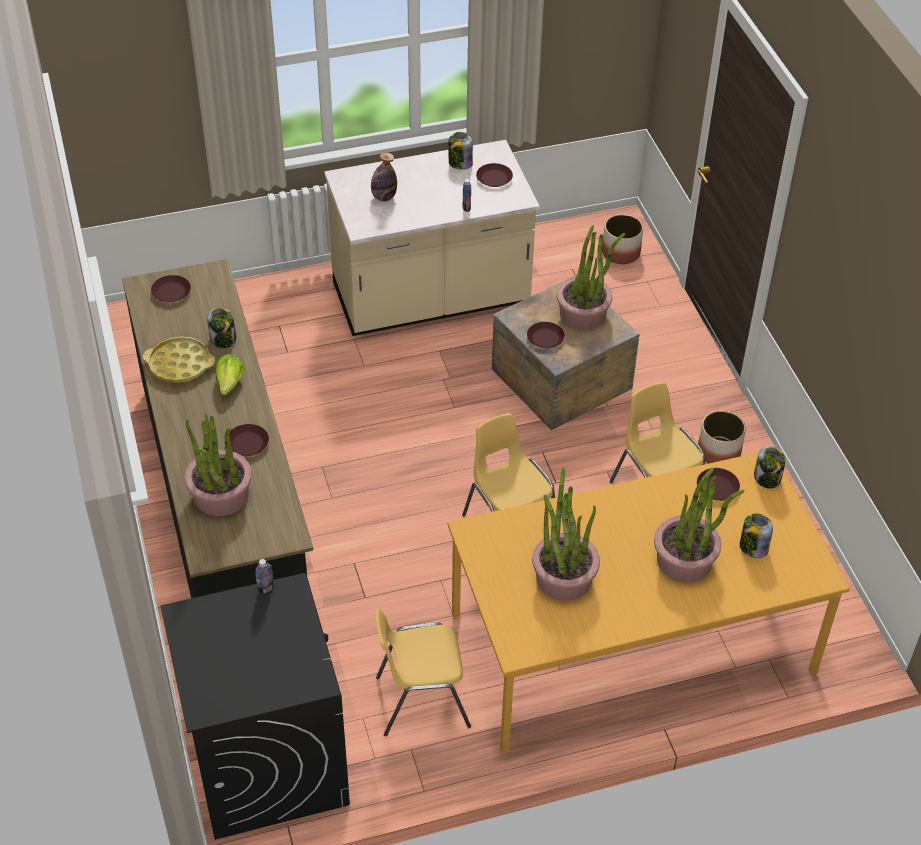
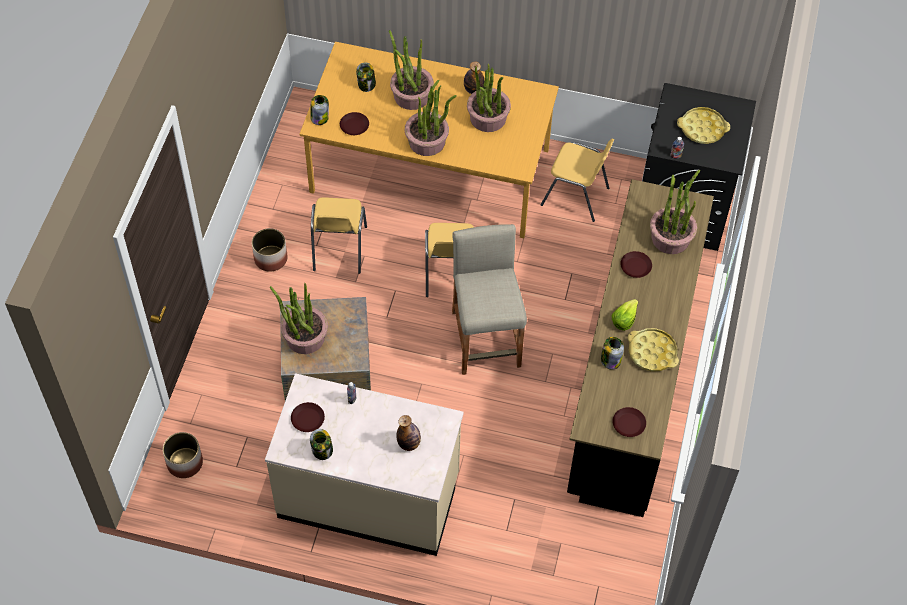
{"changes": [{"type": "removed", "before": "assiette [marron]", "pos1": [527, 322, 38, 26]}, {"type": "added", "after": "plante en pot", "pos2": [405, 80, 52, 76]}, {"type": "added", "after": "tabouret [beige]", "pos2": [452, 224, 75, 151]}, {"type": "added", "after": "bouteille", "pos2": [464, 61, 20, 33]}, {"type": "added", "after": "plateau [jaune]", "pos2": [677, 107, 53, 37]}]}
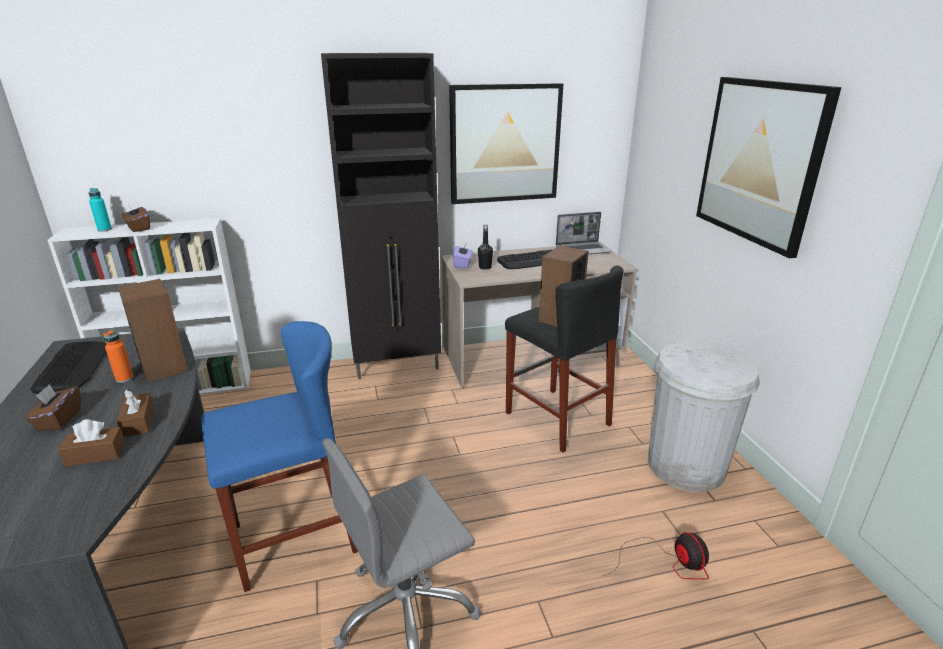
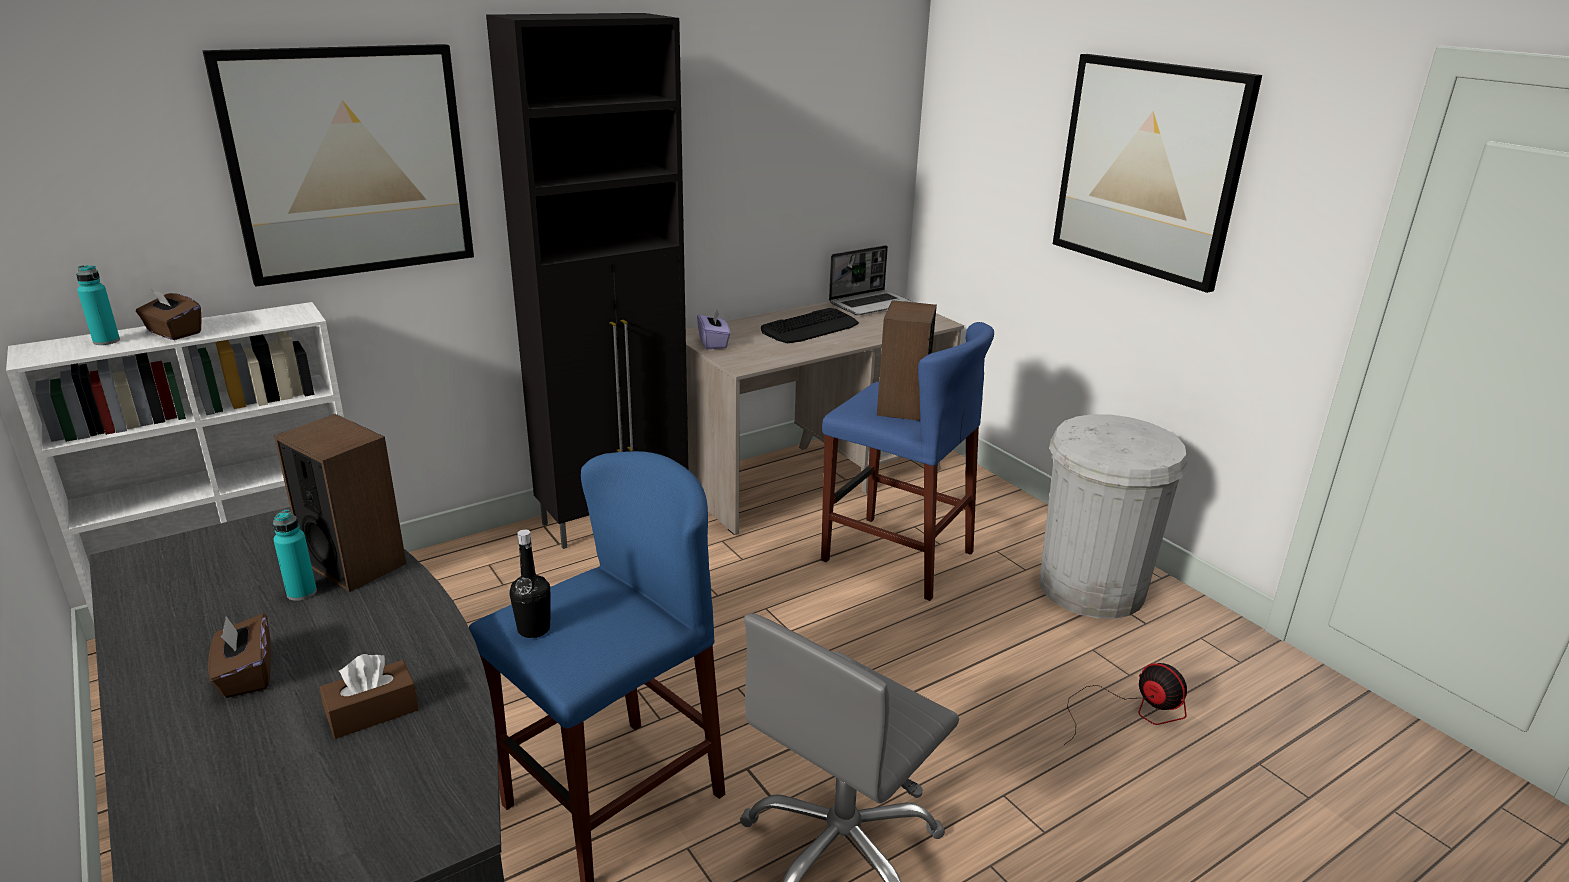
{"changes": [{"type": "removed", "before": "clavier", "pos1": [30, 341, 77, 53]}, {"type": "removed", "before": "boîte à mouchoirs [marron]", "pos1": [117, 390, 37, 47]}, {"type": "moved", "before": "tableau", "pos1": [449, 83, 115, 121], "pos2": [202, 44, 272, 243]}, {"type": "moved", "before": "bouteille [noir]", "pos1": [478, 224, 15, 46], "pos2": [509, 530, 42, 108]}, {"type": "recoloured", "before": "bouteille [orange]", "after": "bouteille [turquoise]", "pos1": [103, 330, 31, 53], "pos2": [273, 510, 44, 91]}, {"type": "recoloured", "before": "tabouret [noir]", "after": "tabouret [bleu]", "pos1": [505, 265, 118, 188], "pos2": [821, 322, 173, 279]}]}
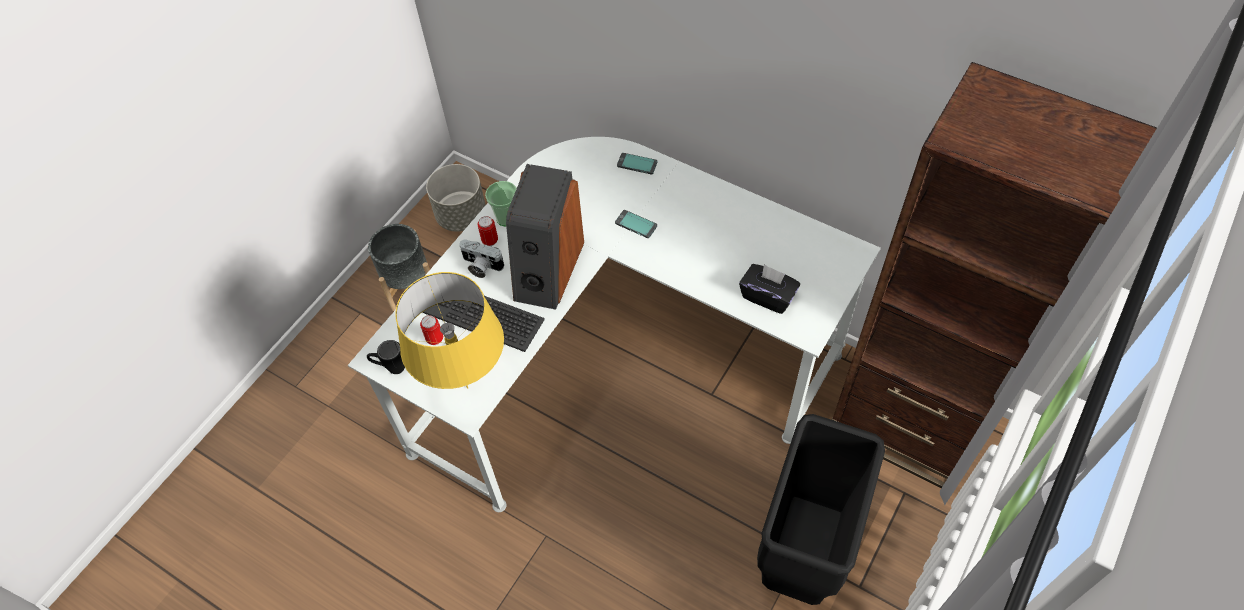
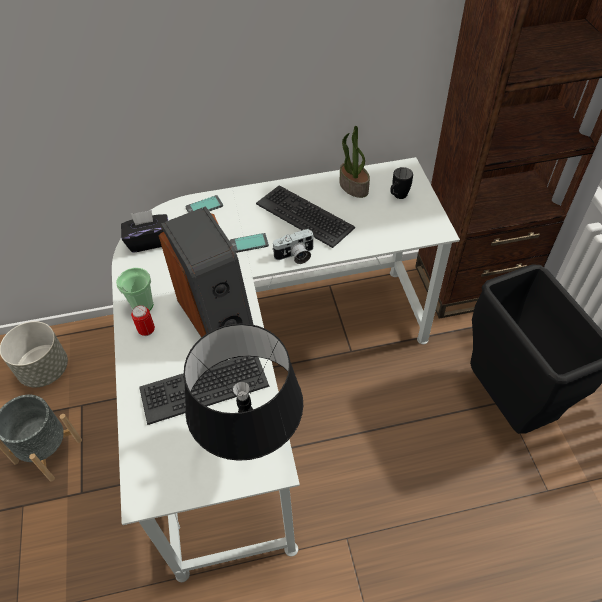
{"changes": [{"type": "removed", "before": "boîte métallique", "pos1": [420, 315, 23, 30]}, {"type": "added", "after": "clavier", "pos2": [256, 185, 99, 63]}, {"type": "added", "after": "plante en pot", "pos2": [340, 126, 30, 72]}, {"type": "moved", "before": "mug [noir]", "pos1": [367, 340, 38, 34], "pos2": [390, 167, 23, 32]}, {"type": "moved", "before": "appareil photo", "pos1": [460, 240, 44, 38], "pos2": [272, 229, 41, 35]}, {"type": "moved", "before": "boîte à mouchoirs [noir]", "pos1": [739, 264, 61, 50], "pos2": [121, 210, 47, 43]}, {"type": "recoloured", "before": "lampe de table [jaune]", "after": "lampe de table [noir]", "pos1": [395, 272, 109, 117], "pos2": [184, 323, 119, 138]}]}
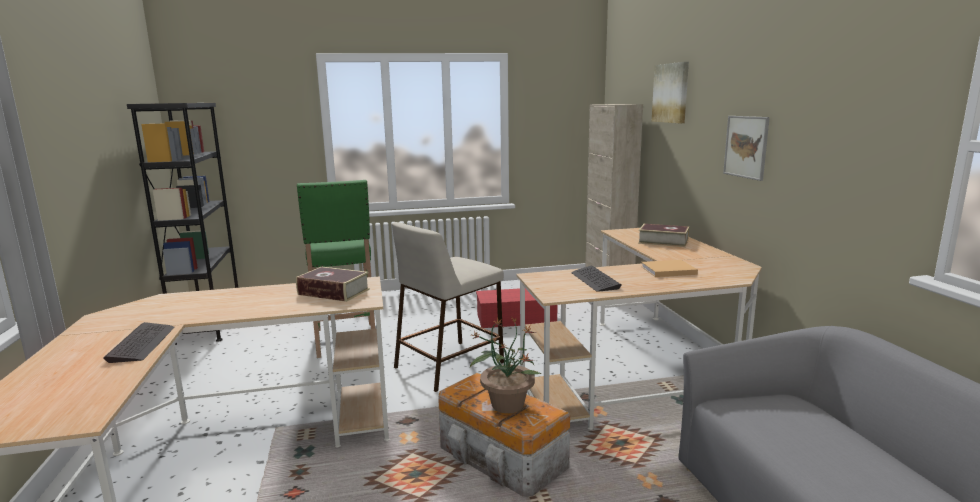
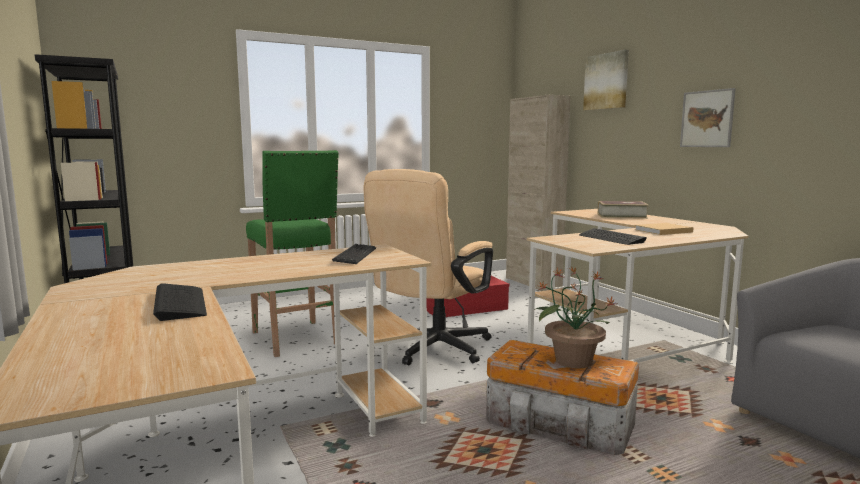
{"changes": [{"type": "replaced", "before": "livre", "after": "clavier", "pos1": [296, 267, 74, 35], "pos2": [332, 244, 44, 20]}, {"type": "replaced", "before": "tabouret [beige]", "after": "chaise de bureau [beige]", "pos1": [392, 222, 112, 170], "pos2": [364, 169, 129, 196]}]}
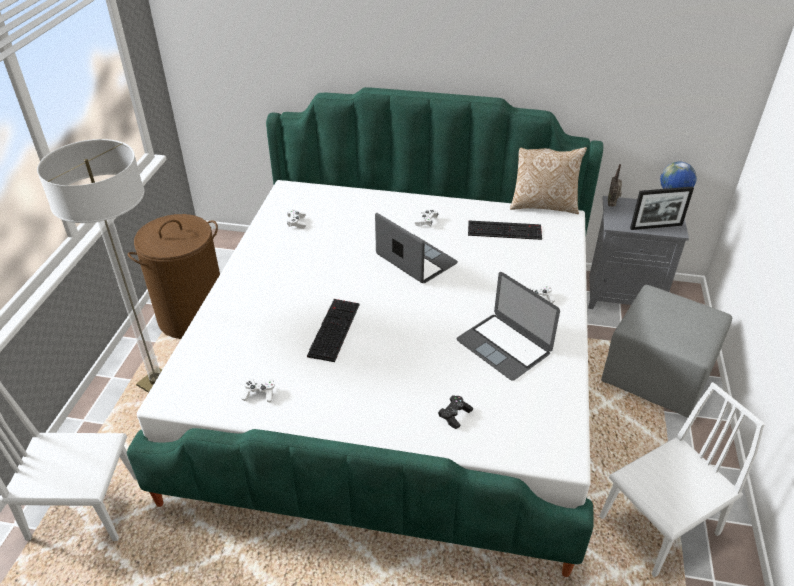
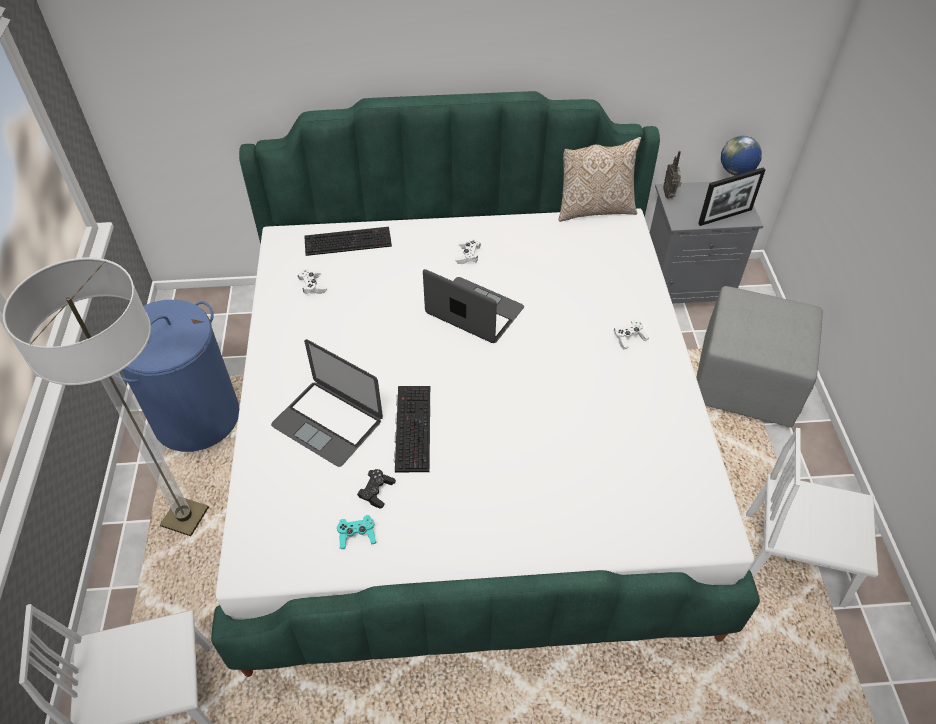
{"changes": [{"type": "moved", "before": "manette [noir]", "pos1": [438, 395, 35, 34], "pos2": [357, 469, 39, 40]}, {"type": "moved", "before": "ordinateur portable", "pos1": [457, 272, 103, 109], "pos2": [271, 339, 112, 128]}, {"type": "moved", "before": "clavier", "pos1": [468, 221, 74, 19], "pos2": [304, 227, 88, 29]}, {"type": "recoloured", "before": "panier à linge [marron]", "after": "panier à linge [bleu]", "pos1": [128, 214, 92, 125], "pos2": [122, 300, 117, 152]}, {"type": "recoloured", "before": "manette [blanc]", "after": "manette [turquoise]", "pos1": [242, 378, 33, 25], "pos2": [337, 515, 39, 34]}, {"type": "turned", "before": "chaise [blanc]", "pos1": [599, 382, 166, 195], "pos2": [746, 428, 132, 179], "turn": -120}]}
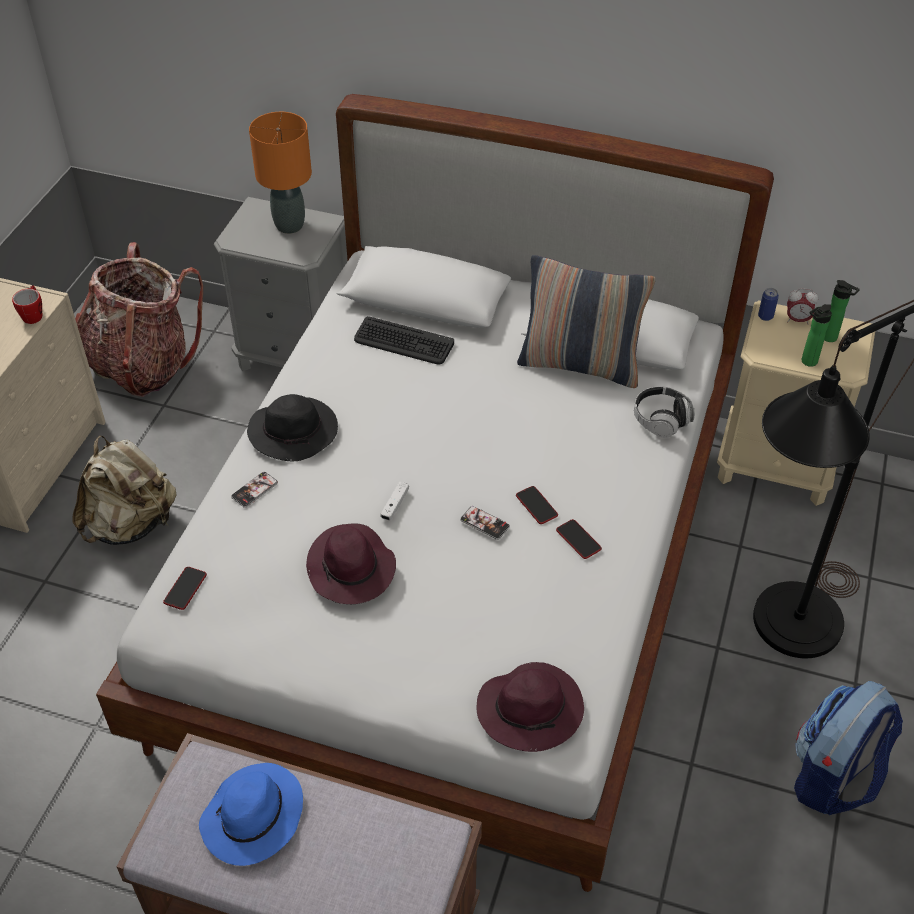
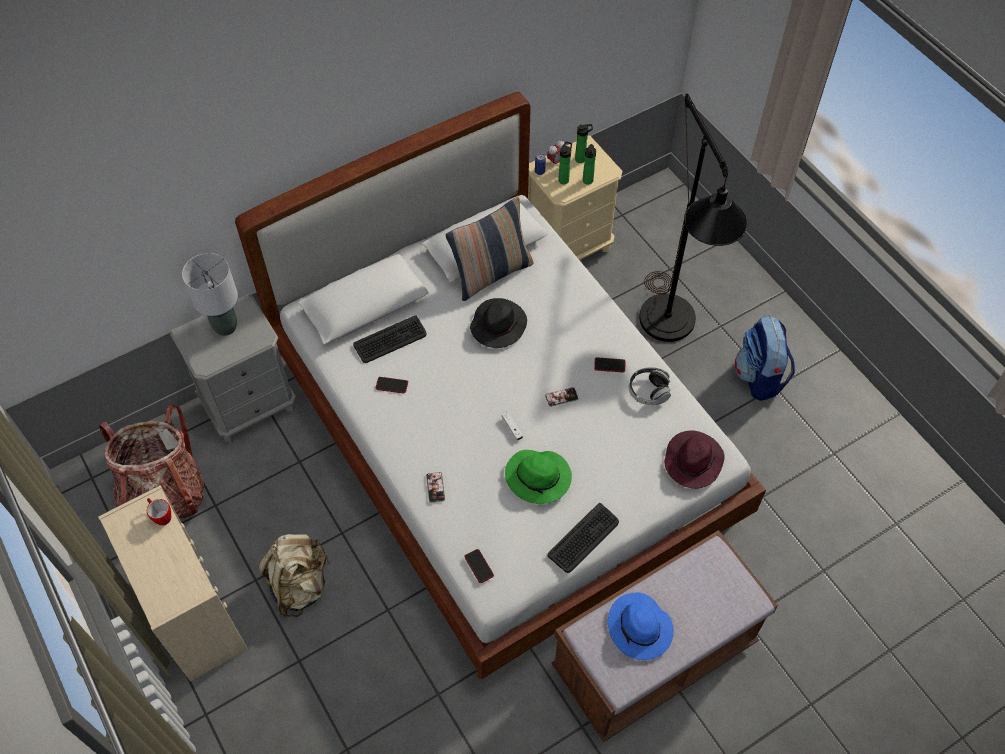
{"changes": [{"type": "added", "after": "clavier", "pos2": [548, 503, 71, 70]}, {"type": "added", "after": "bouteille", "pos2": [558, 141, 14, 43]}, {"type": "moved", "before": "chapeau [noir]", "pos1": [247, 394, 91, 68], "pos2": [470, 298, 57, 50]}, {"type": "moved", "before": "téléphone", "pos1": [516, 486, 42, 38], "pos2": [376, 377, 32, 17]}, {"type": "moved", "before": "casque audio", "pos1": [634, 386, 61, 52], "pos2": [629, 368, 42, 37]}, {"type": "recoloured", "before": "lampe de table [orange]", "after": "lampe de table [gris]", "pos1": [249, 112, 63, 122], "pos2": [182, 253, 56, 83]}, {"type": "recoloured", "before": "chapeau [violet]", "after": "chapeau [vert]", "pos1": [306, 523, 90, 81], "pos2": [505, 450, 67, 54]}]}
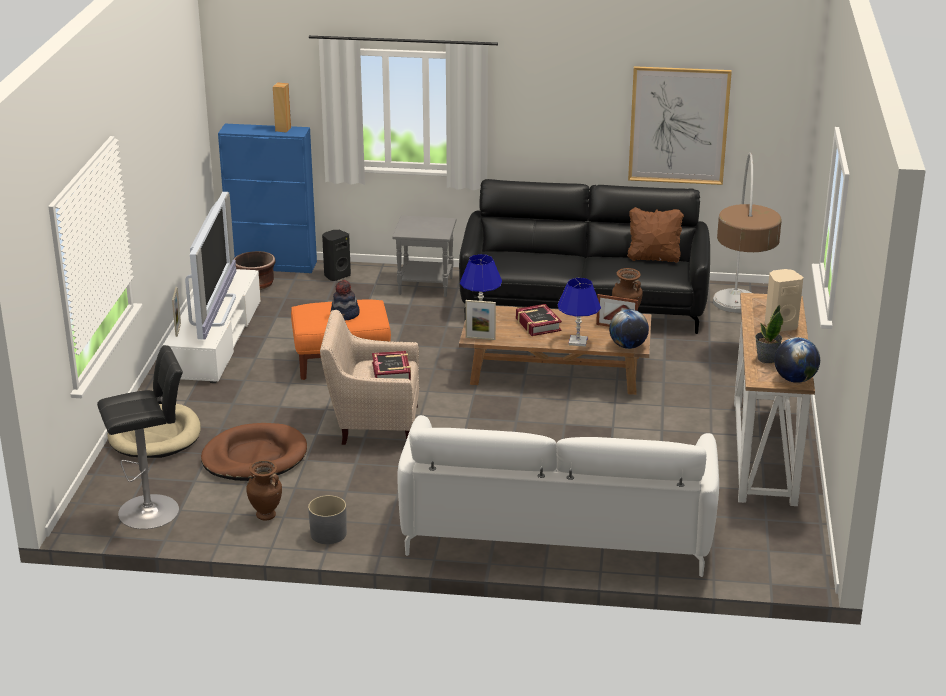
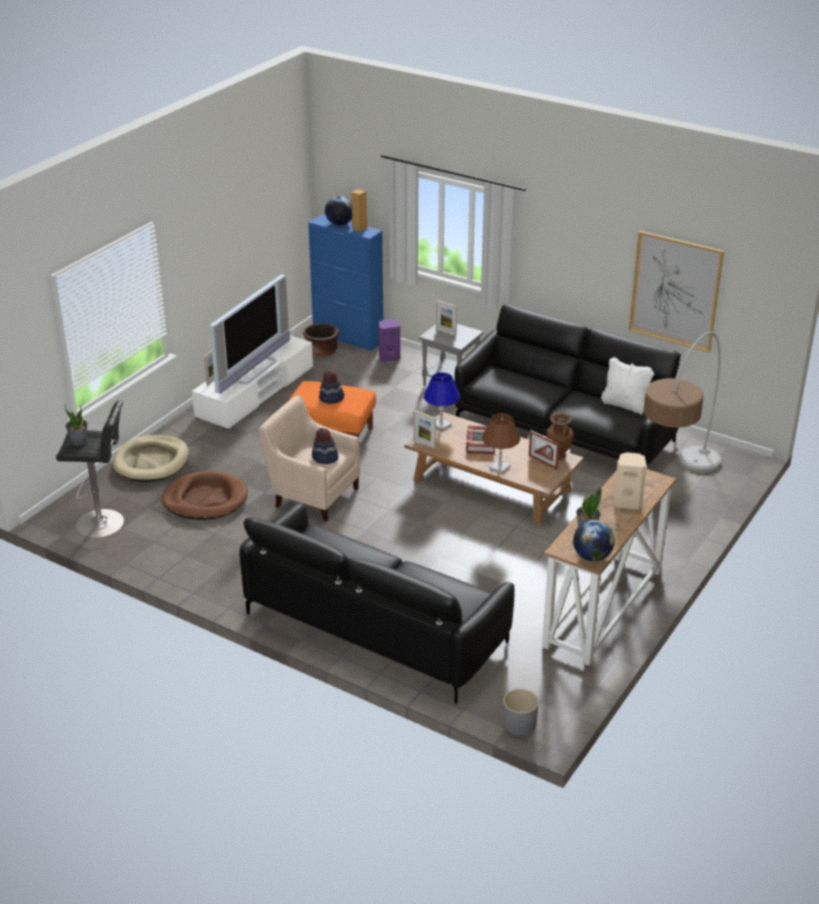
{"changes": [{"type": "removed", "before": "vase [marron]", "pos1": [246, 460, 36, 61]}, {"type": "added", "after": "plante en pot", "pos2": [65, 405, 23, 41]}, {"type": "added", "after": "cadre photo", "pos2": [436, 300, 21, 36]}, {"type": "moved", "before": "cache-pot [gris]", "pos1": [308, 495, 39, 49], "pos2": [503, 689, 36, 47]}, {"type": "moved", "before": "globe", "pos1": [609, 309, 40, 40], "pos2": [325, 195, 27, 30]}, {"type": "replaced", "before": "livre", "after": "chapeau", "pos1": [372, 351, 39, 29], "pos2": [312, 428, 26, 36]}, {"type": "recoloured", "before": "enceinte [noir]", "after": "enceinte [violet]", "pos1": [322, 230, 29, 51], "pos2": [379, 319, 21, 43]}, {"type": "recoloured", "before": "canapé [blanc]", "after": "canapé [noir]", "pos1": [397, 415, 322, 162], "pos2": [239, 503, 276, 201]}, {"type": "recoloured", "before": "lampe de table [bleu]", "after": "lampe de table [marron]", "pos1": [558, 278, 43, 69], "pos2": [482, 413, 38, 60]}, {"type": "recoloured", "before": "coussin [marron]", "after": "coussin [blanc]", "pos1": [627, 207, 57, 56], "pos2": [601, 357, 53, 57]}]}
